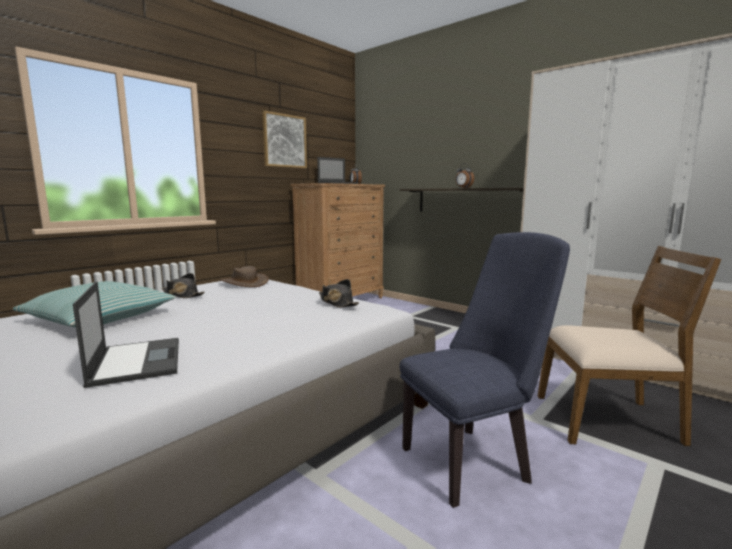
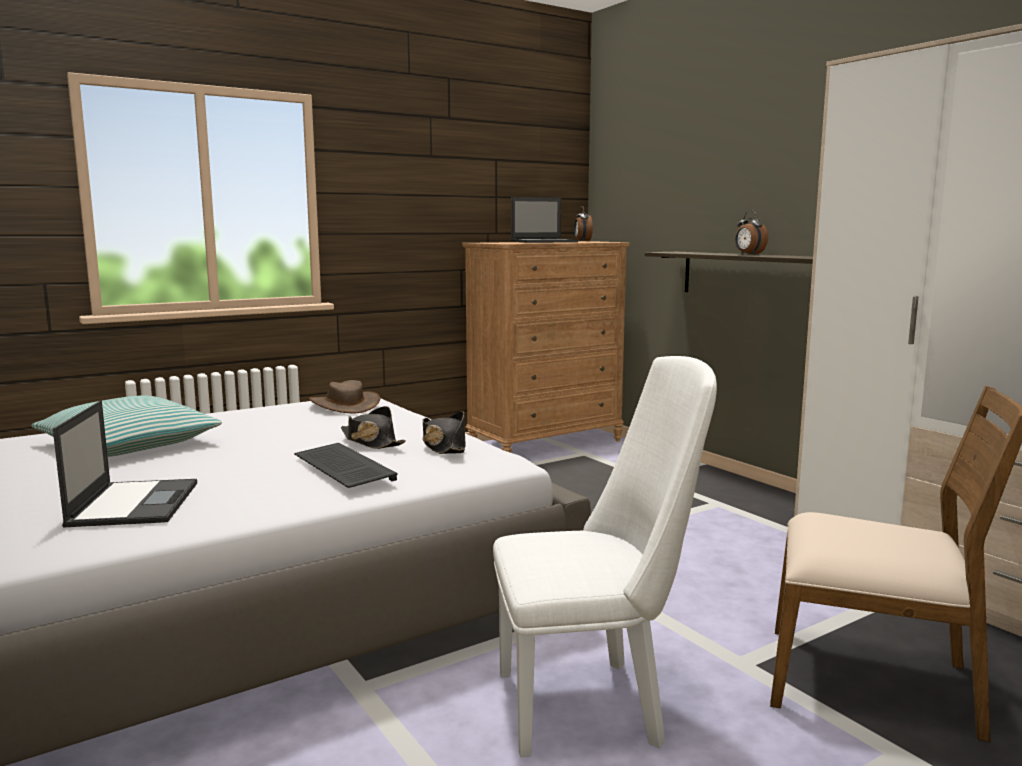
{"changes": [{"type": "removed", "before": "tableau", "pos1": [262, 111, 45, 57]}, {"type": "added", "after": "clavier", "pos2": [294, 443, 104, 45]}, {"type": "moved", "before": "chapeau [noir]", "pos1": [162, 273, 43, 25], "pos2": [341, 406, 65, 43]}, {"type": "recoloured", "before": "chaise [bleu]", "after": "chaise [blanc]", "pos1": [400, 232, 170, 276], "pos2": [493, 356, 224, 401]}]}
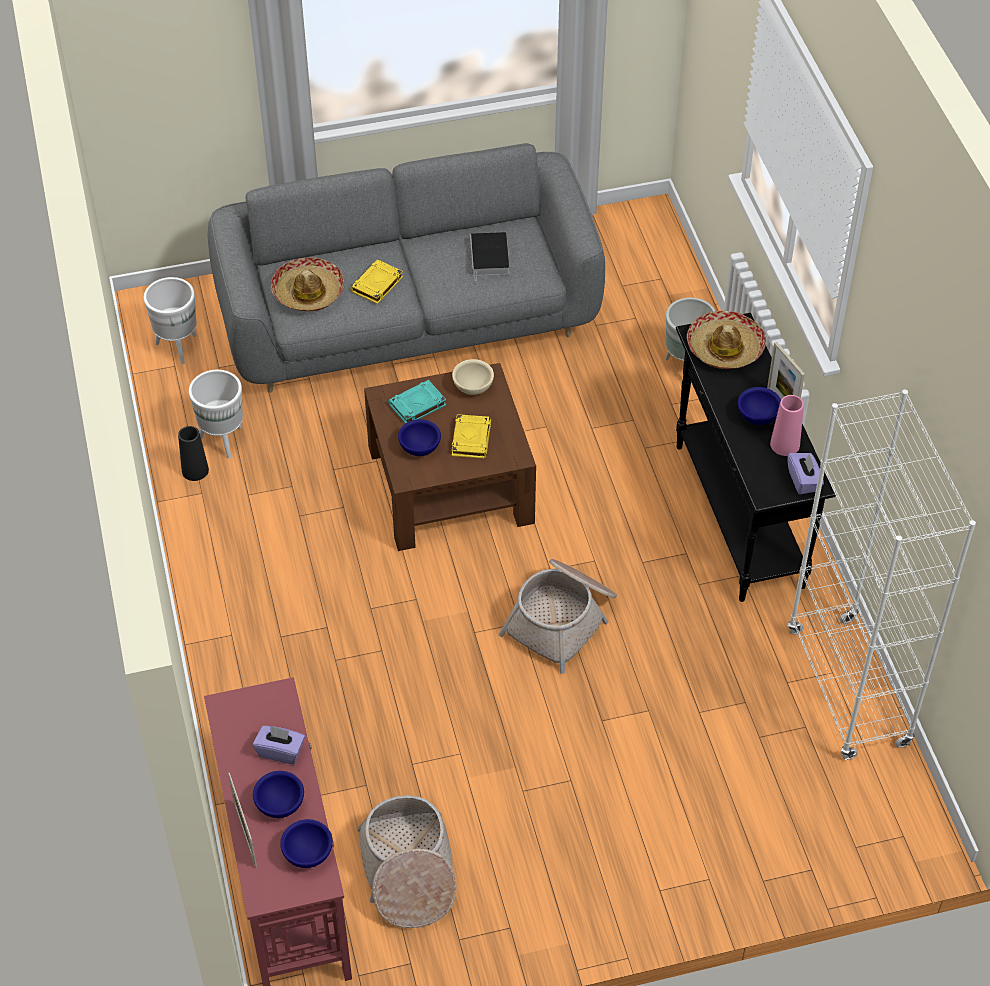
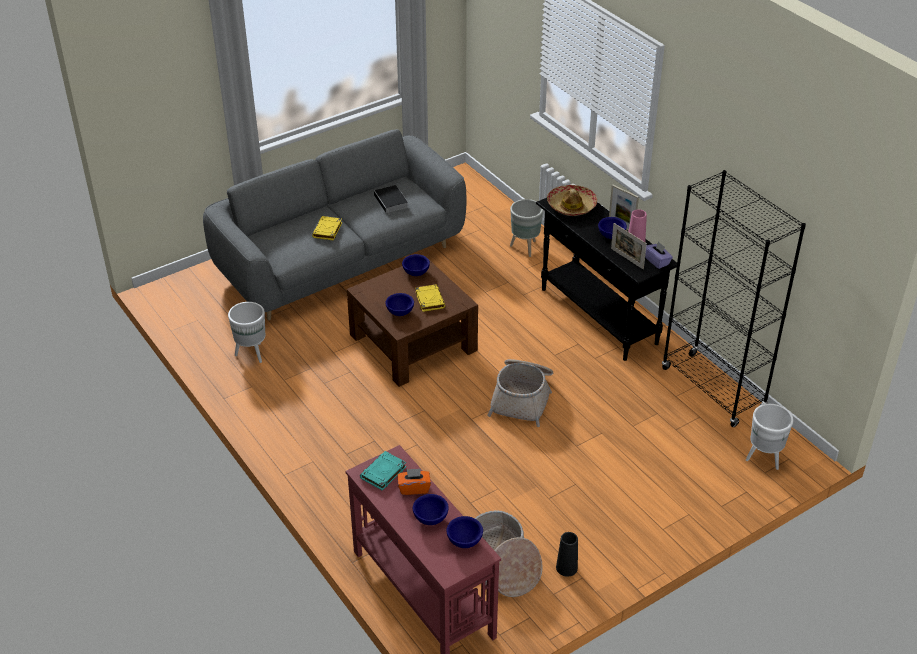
{"changes": [{"type": "removed", "before": "chapeau", "pos1": [271, 258, 73, 54]}, {"type": "moved", "before": "cache-pot [blanc]", "pos1": [144, 277, 53, 87], "pos2": [746, 404, 48, 66]}, {"type": "moved", "before": "vase [noir]", "pos1": [178, 426, 31, 55], "pos2": [556, 532, 22, 45]}, {"type": "moved", "before": "cadre photo", "pos1": [228, 773, 29, 95], "pos2": [611, 223, 36, 46]}, {"type": "moved", "before": "livre [turquoise]", "pos1": [388, 380, 58, 44], "pos2": [360, 451, 46, 39]}, {"type": "recoloured", "before": "boîte à mouchoirs [violet]", "after": "boîte à mouchoirs [orange]", "pos1": [253, 725, 52, 39], "pos2": [398, 469, 33, 26]}, {"type": "recoloured", "before": "bol [beige]", "after": "bol [bleu]", "pos1": [452, 359, 42, 36], "pos2": [402, 254, 28, 22]}, {"type": "recoloured", "before": "bibliothèque [blanc]", "after": "bibliothèque [noir]", "pos1": [788, 390, 188, 370], "pos2": [662, 170, 144, 257]}]}
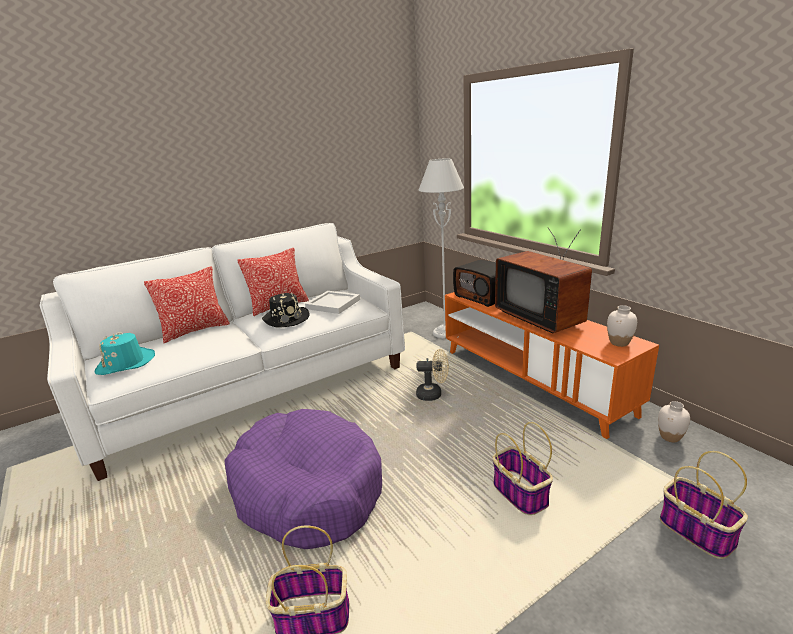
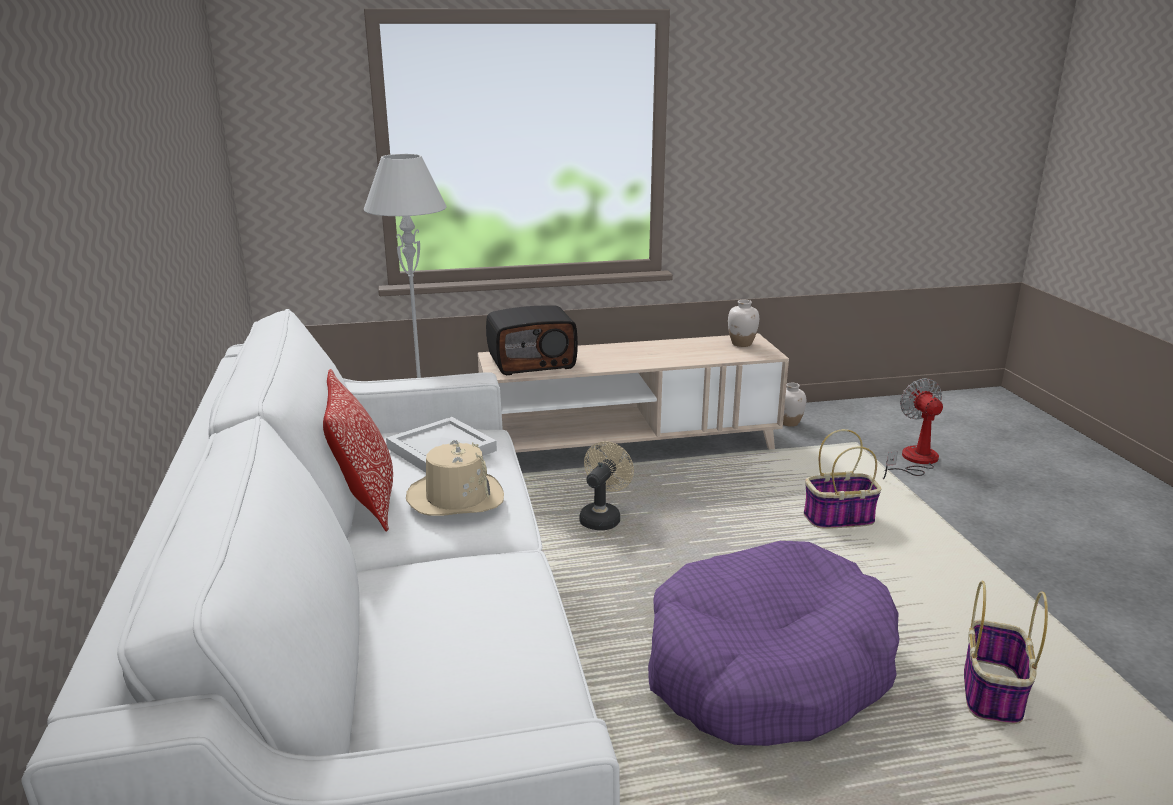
{"changes": [{"type": "removed", "before": "chapeau [turquoise]", "pos1": [94, 332, 61, 43]}, {"type": "removed", "before": "coussin", "pos1": [144, 266, 86, 77]}, {"type": "removed", "before": "téléviseur", "pos1": [495, 227, 97, 106]}, {"type": "replaced", "before": "panier", "after": "ventilateur", "pos1": [660, 451, 88, 108], "pos2": [883, 378, 60, 101]}, {"type": "recoloured", "before": "chapeau [noir]", "after": "chapeau [beige]", "pos1": [262, 293, 48, 35], "pos2": [406, 440, 98, 76]}, {"type": "recoloured", "before": "meuble télé [orange]", "after": "meuble télé [beige]", "pos1": [445, 292, 214, 147], "pos2": [478, 333, 311, 120]}]}
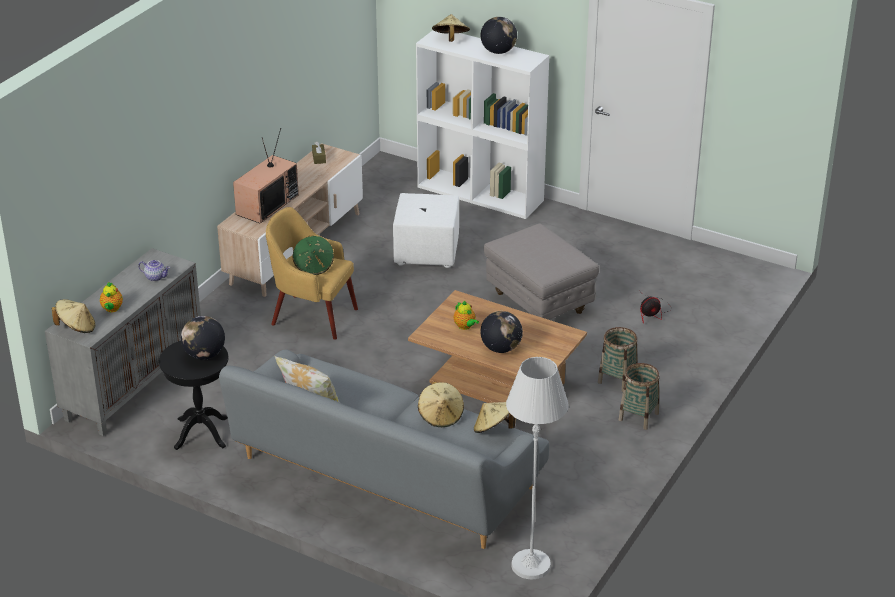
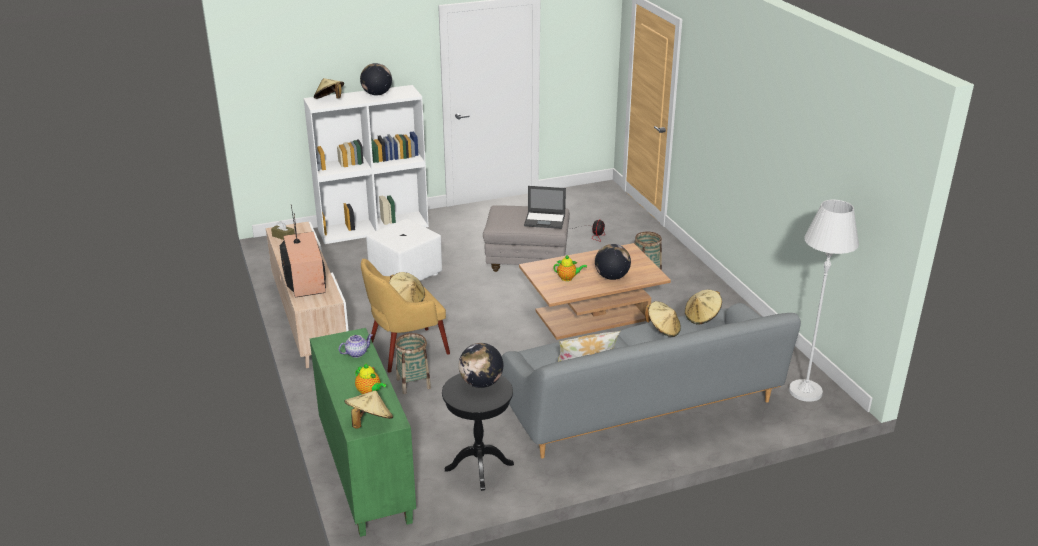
{"changes": [{"type": "added", "after": "ordinateur portable", "pos2": [524, 186, 42, 43]}, {"type": "moved", "before": "panier", "pos1": [619, 363, 40, 67], "pos2": [395, 333, 36, 61]}, {"type": "recoloured", "before": "meuble de rangement [gris]", "after": "meuble de rangement [vert]", "pos1": [45, 248, 156, 188], "pos2": [310, 328, 106, 209]}, {"type": "recoloured", "before": "chapeau [vert]", "after": "chapeau [beige]", "pos1": [292, 235, 42, 40], "pos2": [389, 272, 36, 31]}]}
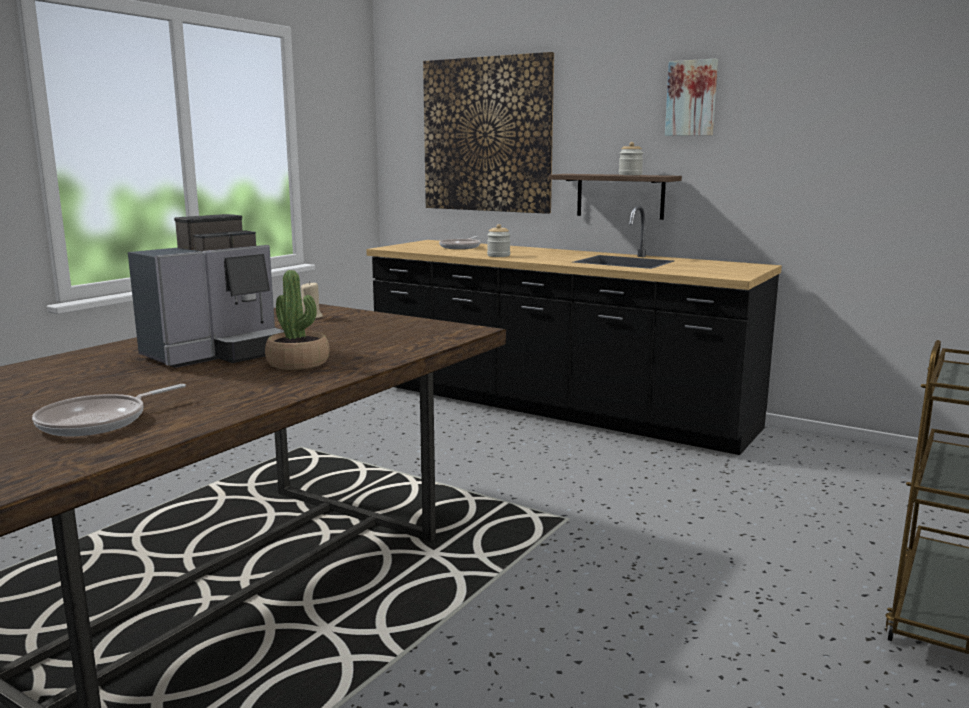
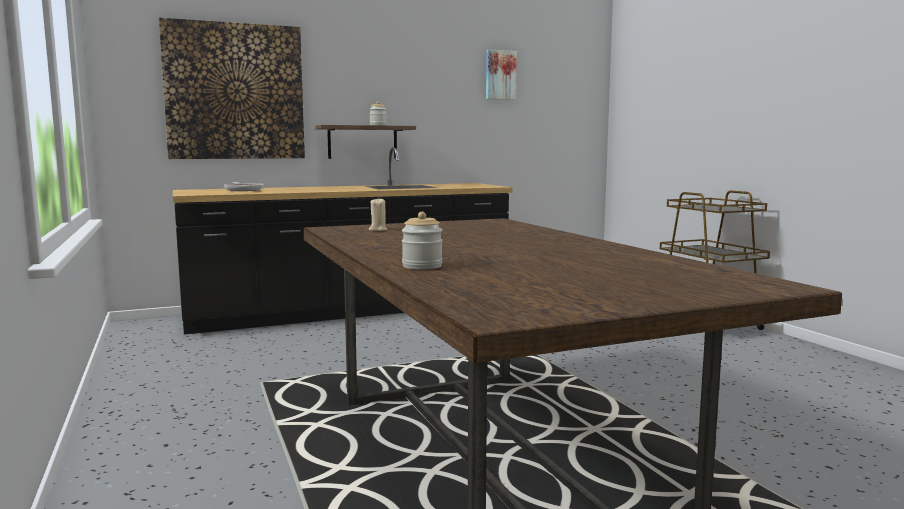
{"changes": [{"type": "removed", "before": "poêle", "pos1": [32, 384, 154, 52]}, {"type": "removed", "before": "machine à café", "pos1": [128, 214, 156, 154]}, {"type": "removed", "before": "plante en pot", "pos1": [265, 270, 64, 100]}, {"type": "moved", "before": "bocal", "pos1": [487, 224, 23, 33], "pos2": [402, 212, 41, 58]}, {"type": "moved", "before": "tableau", "pos1": [665, 59, 53, 77], "pos2": [486, 49, 31, 51]}]}
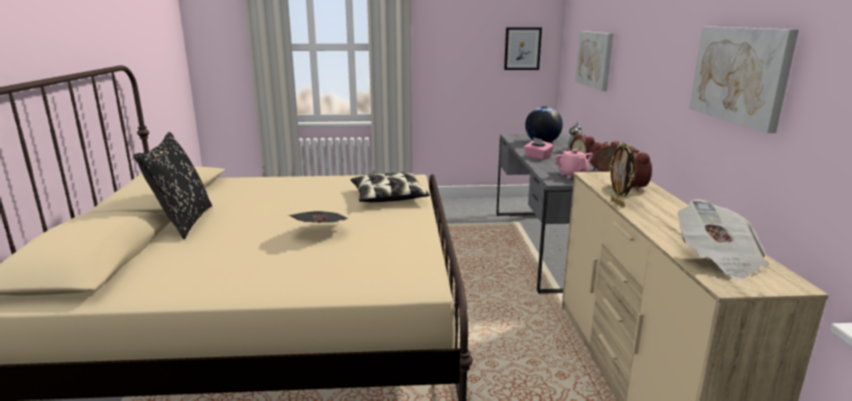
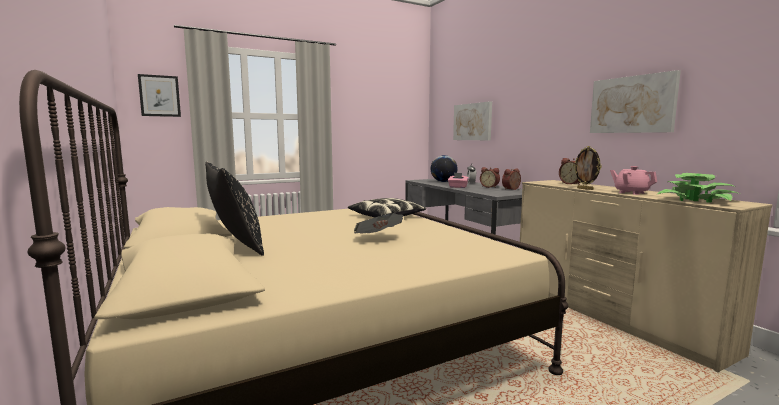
{"changes": [{"type": "moved", "before": "tableau", "pos1": [504, 27, 38, 43], "pos2": [138, 74, 43, 43]}, {"type": "moved", "before": "théière [rose]", "pos1": [555, 149, 38, 30], "pos2": [610, 166, 47, 29]}, {"type": "replaced", "before": "journal", "after": "plante en pot", "pos1": [677, 199, 93, 81], "pos2": [658, 173, 82, 29]}]}
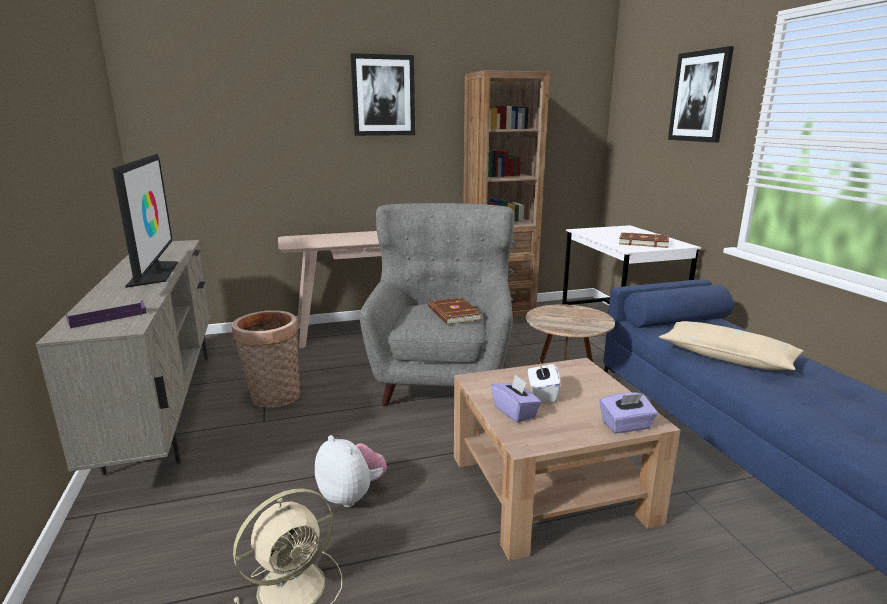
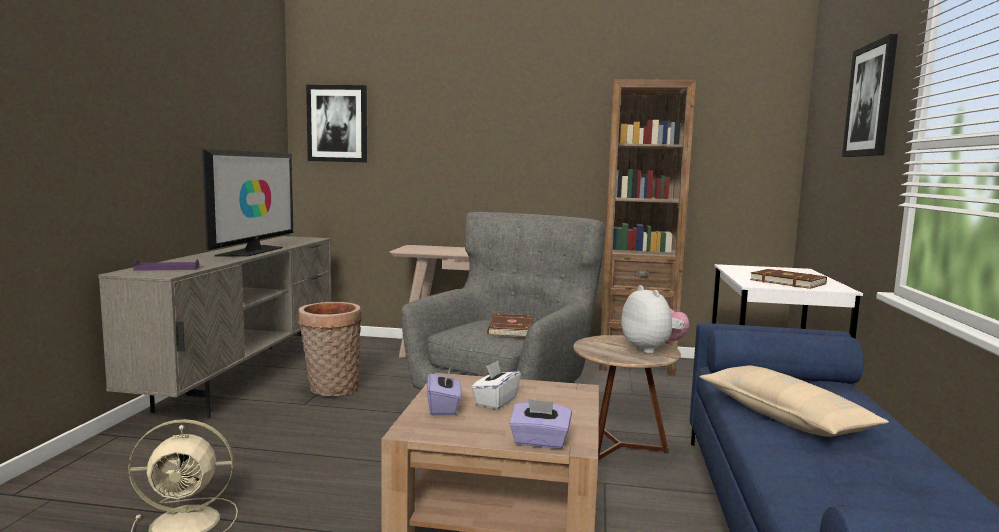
{"changes": [{"type": "moved", "before": "peluche", "pos1": [315, 435, 72, 72], "pos2": [621, 285, 68, 69]}, {"type": "moved", "before": "tableau", "pos1": [350, 53, 65, 83], "pos2": [306, 85, 61, 77]}]}
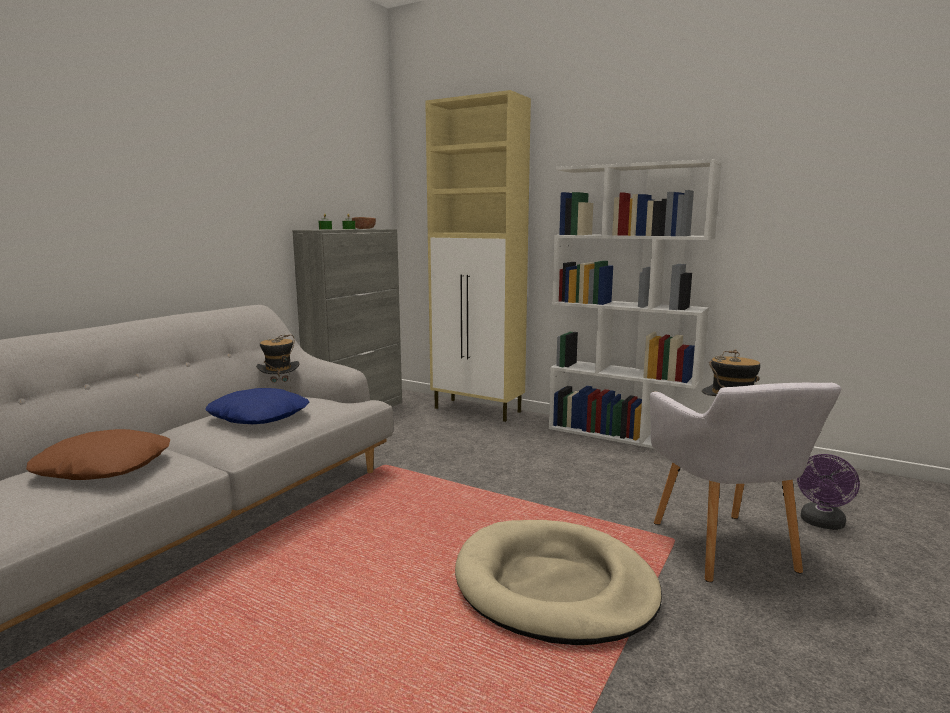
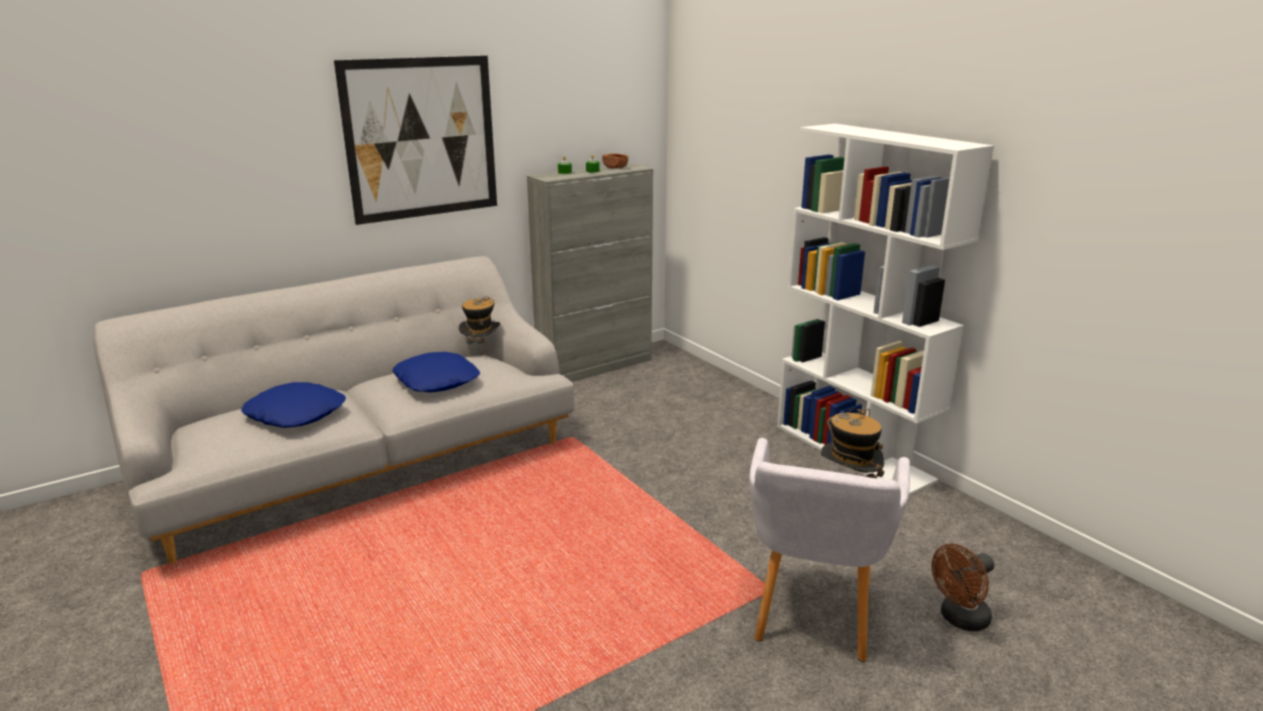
{"changes": [{"type": "removed", "before": "meuble de rangement [beige]", "pos1": [425, 90, 106, 332]}, {"type": "removed", "before": "panier pour chien [beige]", "pos1": [455, 520, 207, 125]}, {"type": "added", "after": "tableau", "pos2": [334, 56, 163, 169]}, {"type": "recoloured", "before": "coussin [marron]", "after": "coussin [bleu]", "pos1": [26, 429, 145, 51], "pos2": [241, 382, 105, 46]}, {"type": "recoloured", "before": "ventilateur [violet]", "after": "ventilateur [marron]", "pos1": [797, 454, 63, 76], "pos2": [931, 544, 63, 87]}]}
